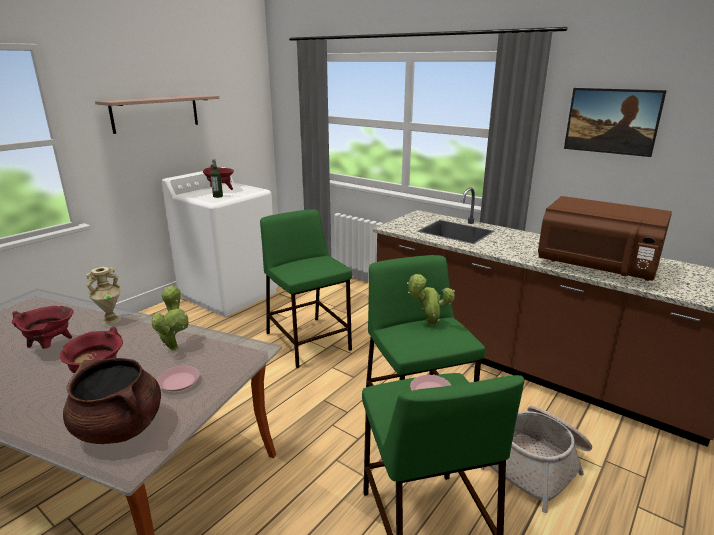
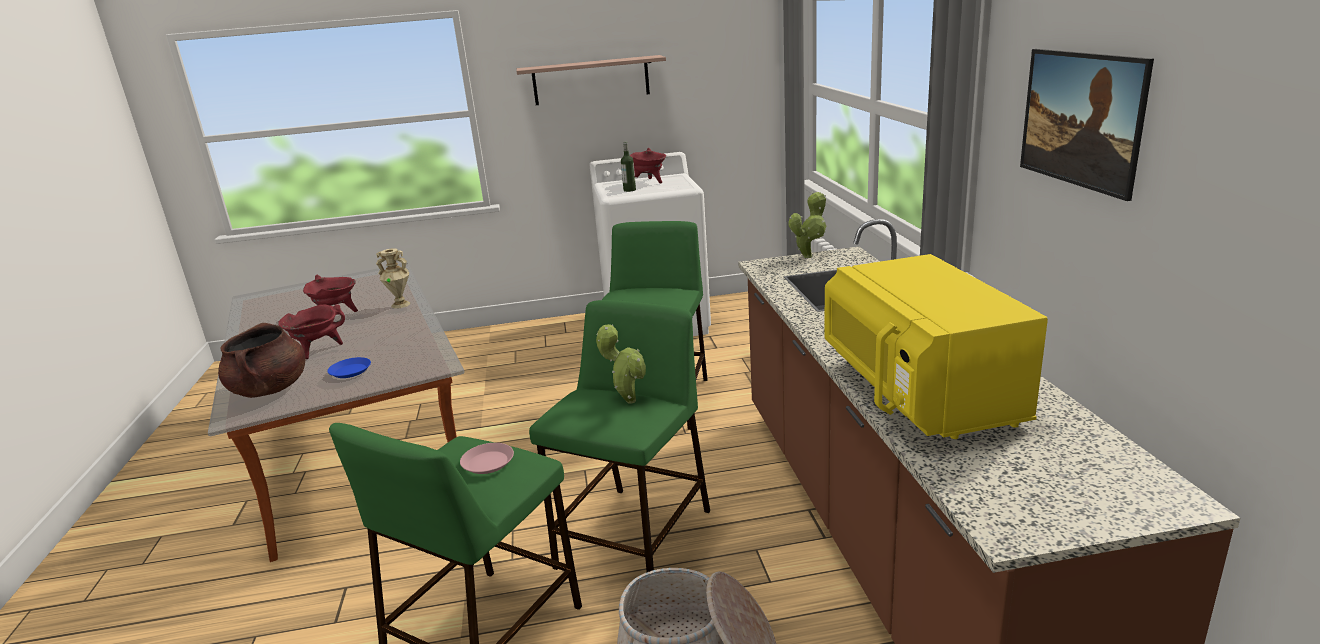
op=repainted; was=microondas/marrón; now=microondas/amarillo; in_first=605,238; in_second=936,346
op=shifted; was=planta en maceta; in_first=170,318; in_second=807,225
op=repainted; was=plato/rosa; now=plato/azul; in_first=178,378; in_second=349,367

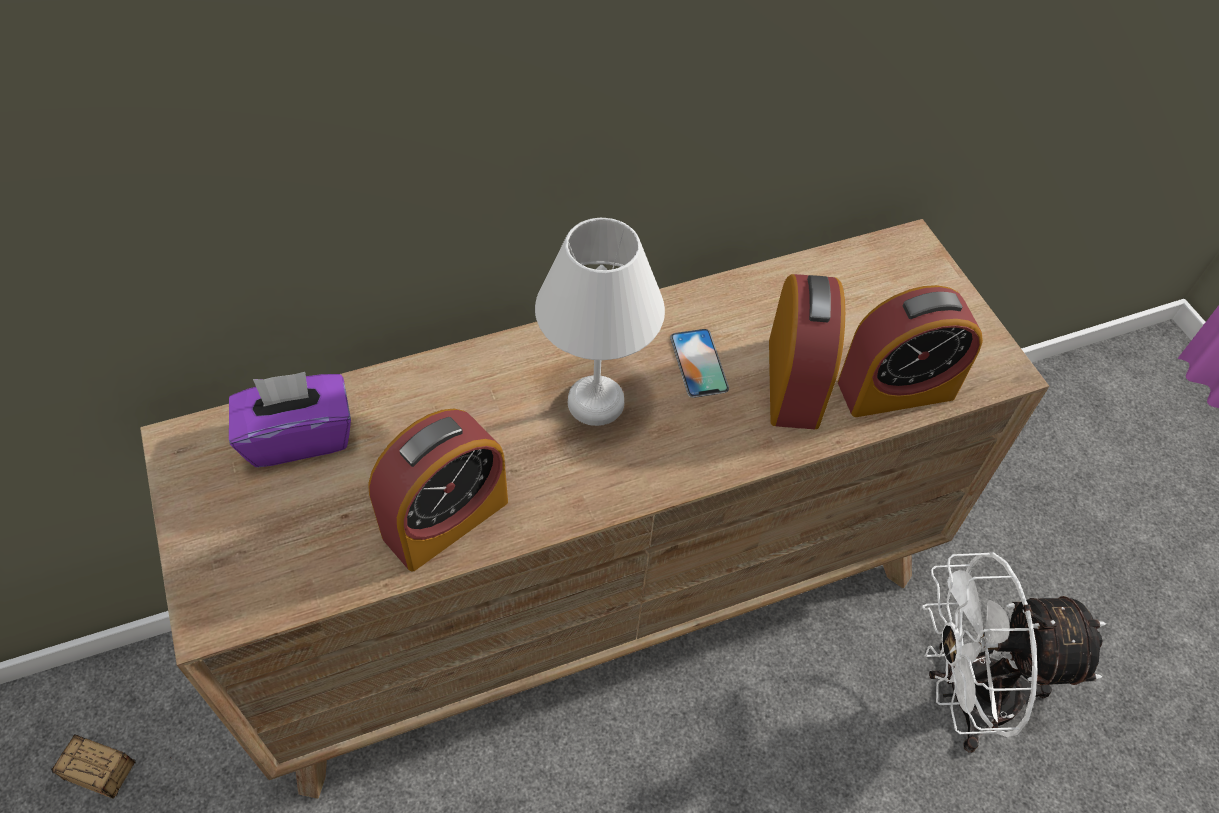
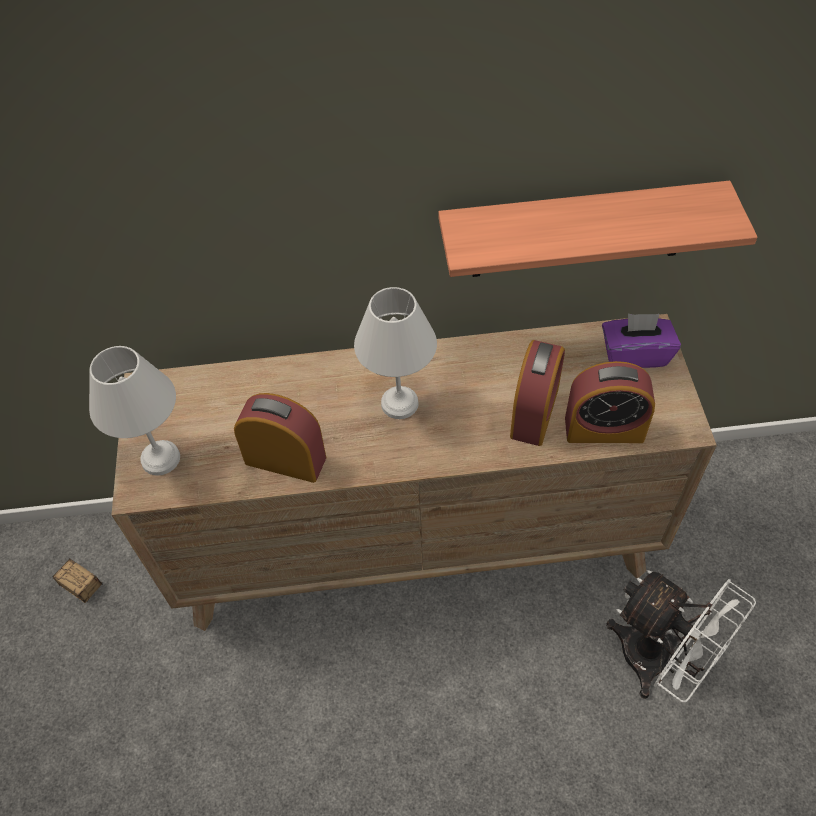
op=gone; was=móvil; in_first=699,363
op=shifted; was=caja de pañuelos/morado; in_first=290,419; in_second=641,341
op=rotated; was=despertador; in_first=438,490; in_second=280,438; clockwise=-135
op=rotated; was=ventilador/blanco; in_first=1014,652; in_second=681,636; clockwise=-150
op=new; now=estante; in_second=598,229
op=new; now=lámpara de mesa/blanco; in_second=134,410

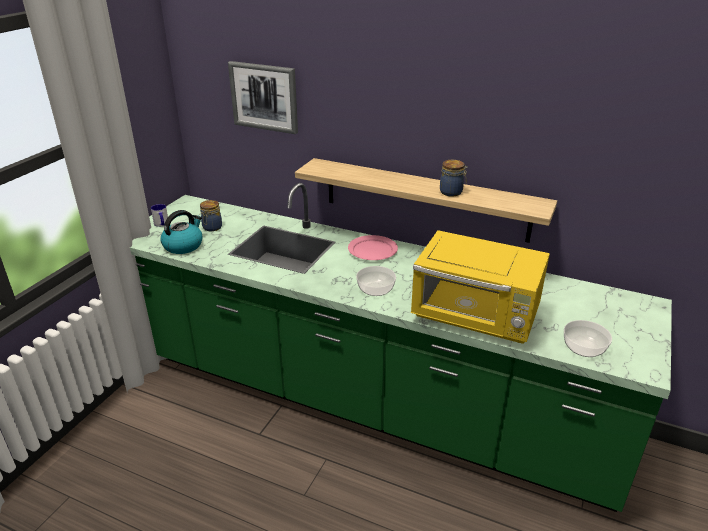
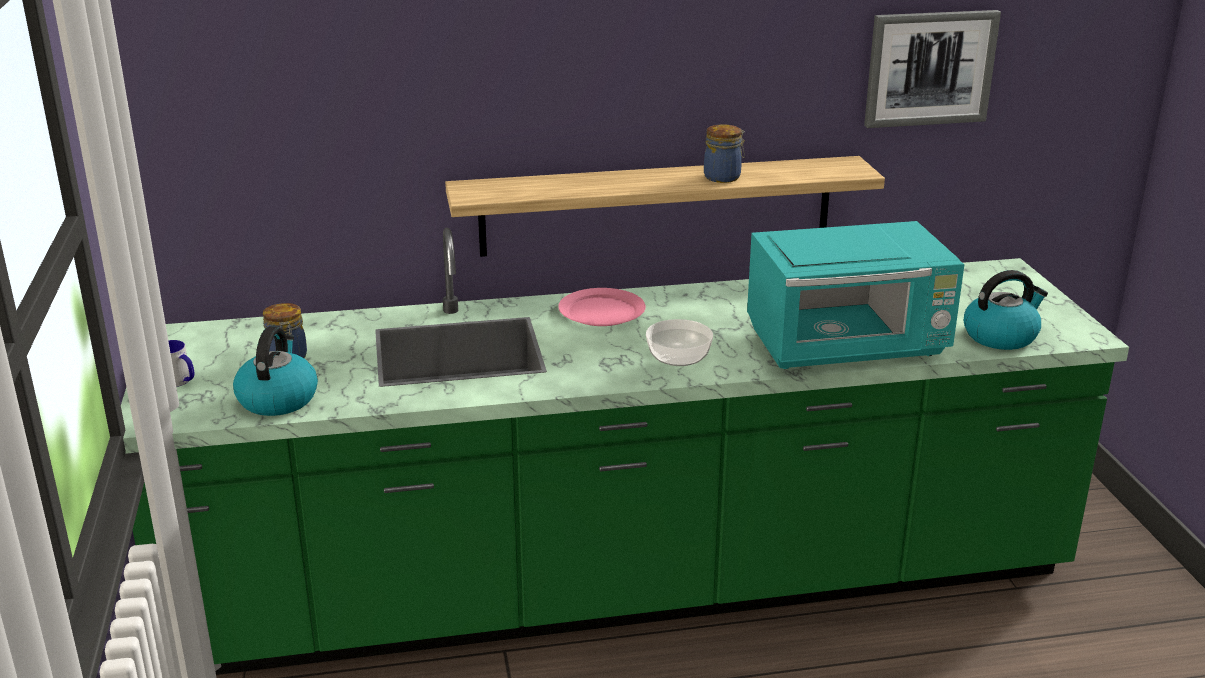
op=shifted; was=cuadro; in_first=263,97; in_second=932,69
op=repainted; was=microondas/amarillo; now=microondas/turquesa; in_first=480,287; in_second=856,295
op=swapped; was=cuenco; now=hervidor; in_first=588,338; in_second=1006,310

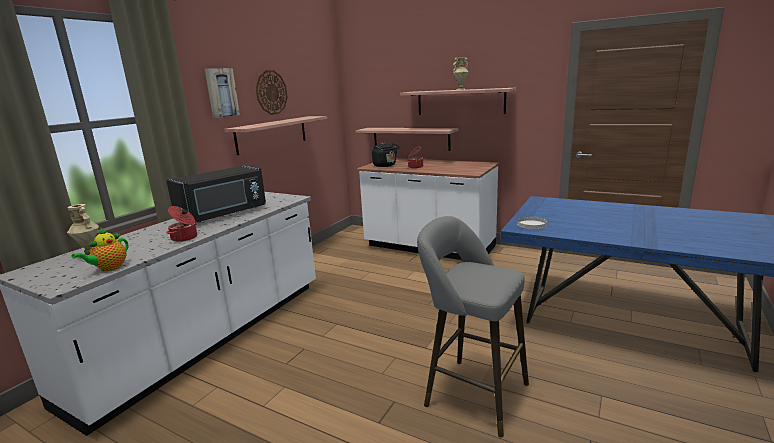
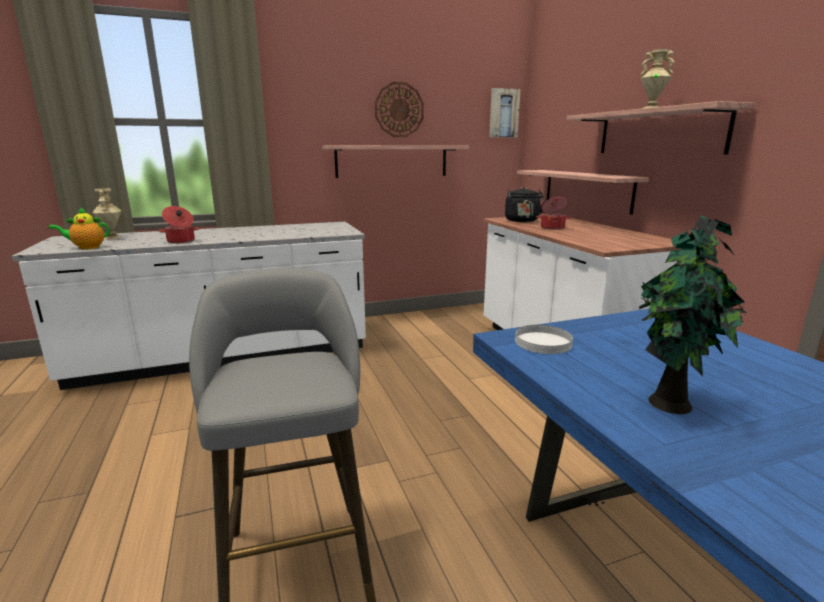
op=shifted; was=cuadro; in_first=222,93; in_second=505,112
op=gone; was=microondas/negro; in_first=216,194
op=new; now=planta en maceta; in_second=693,314

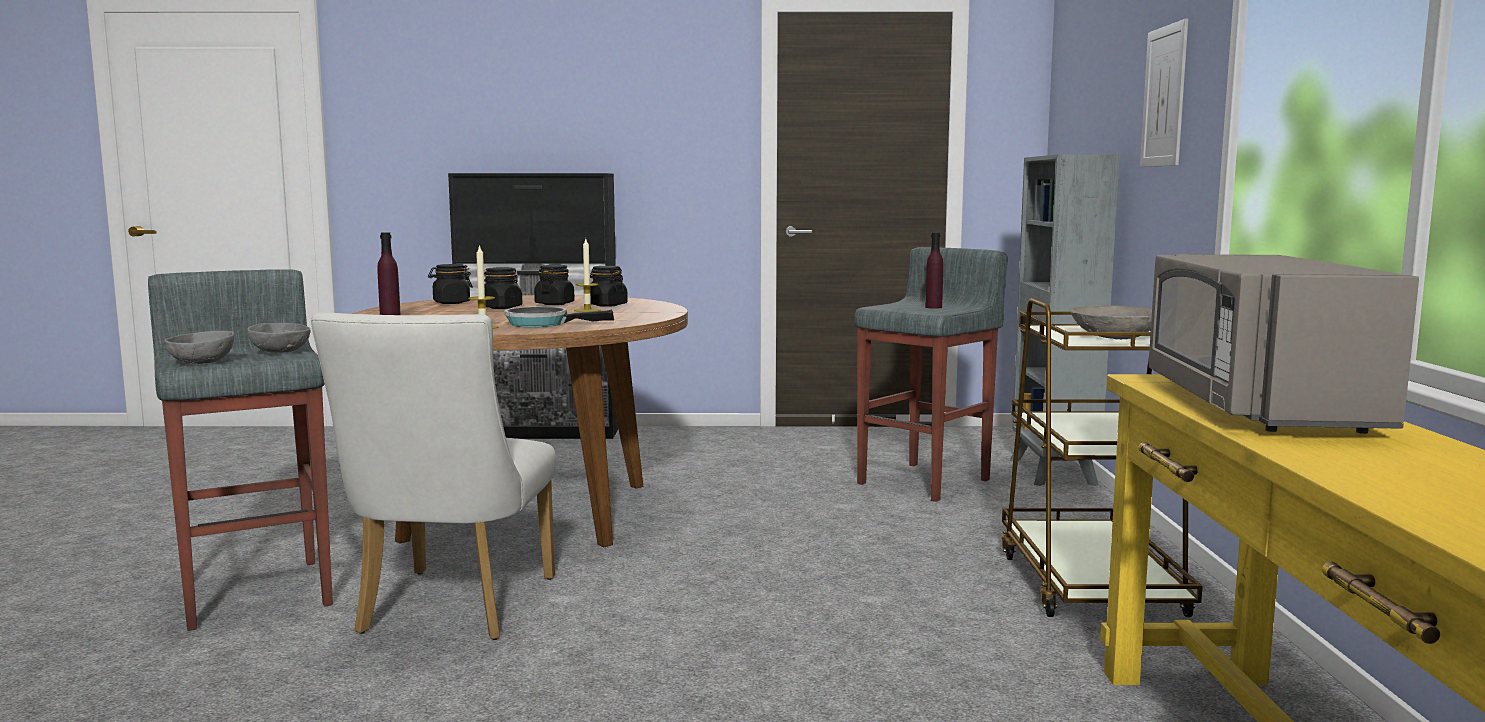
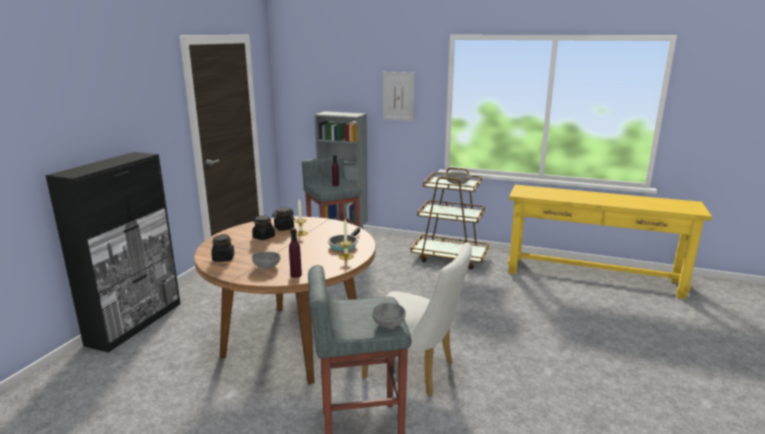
op=gone; was=microondas/gris; in_first=1284,344
op=gone; was=tarro/negro; in_first=503,288
op=shifted; was=cuenco/gris; in_first=279,338; in_second=266,260

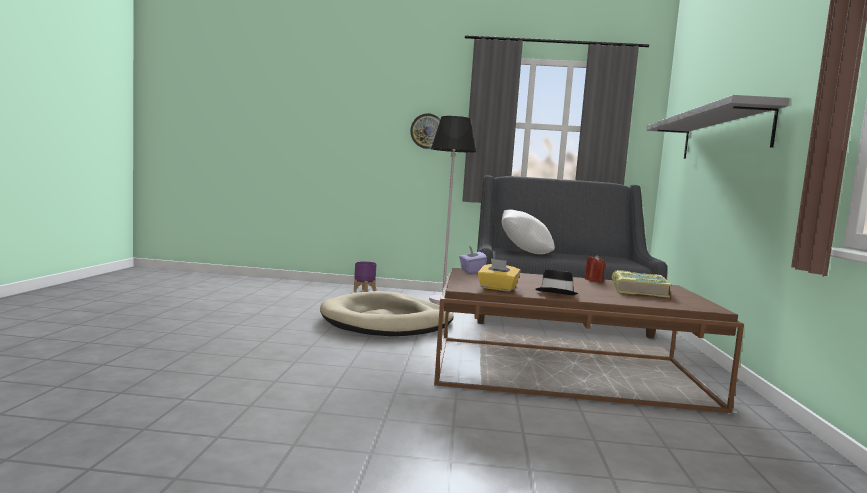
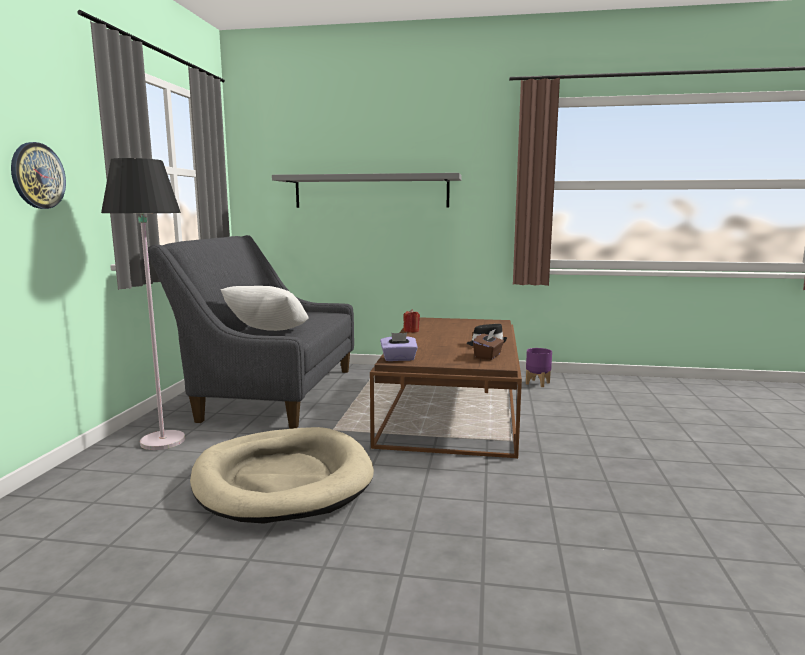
op=repainted; was=caja de pañuelos/amarillo; now=caja de pañuelos/marrón; in_first=499,275; in_second=488,345
op=shifted; was=maceta/morado; in_first=365,276; in_second=539,367
op=gone; was=libro; in_first=641,284

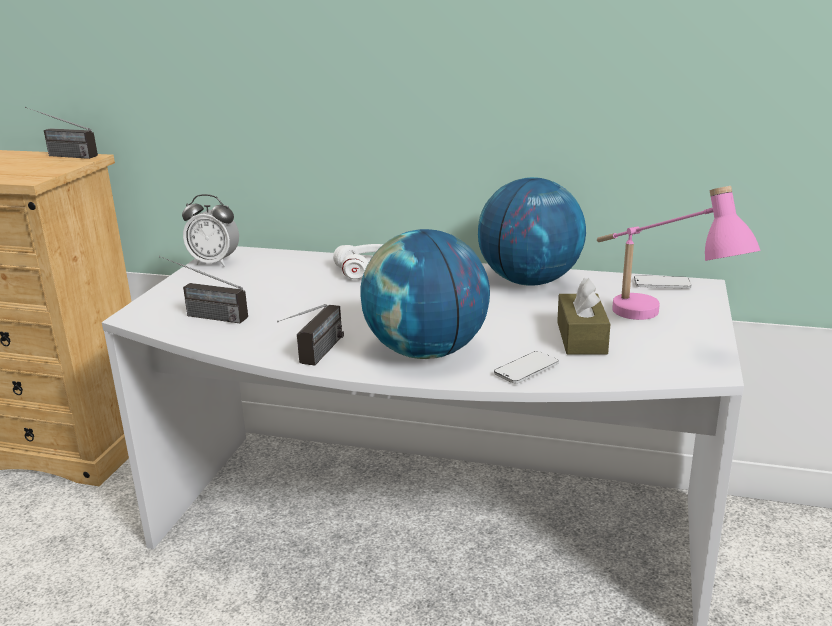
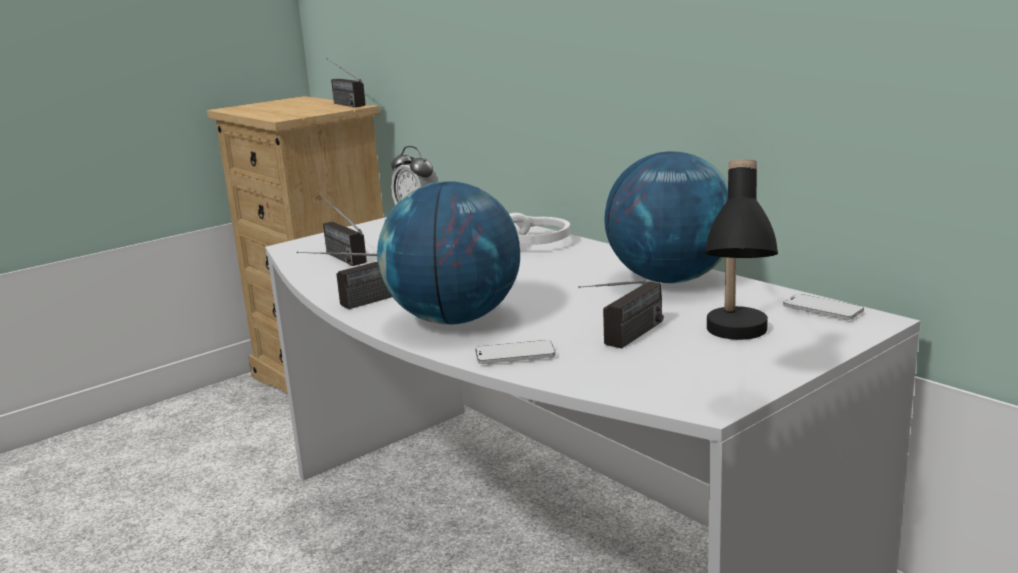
op=repainted; was=lámpara de mesa/rosa; now=lámpara de mesa/negro; in_first=679,253; in_second=741,249
op=swapped; was=caja de pañuelos/marrón; now=radio; in_first=583,316; in_second=621,314

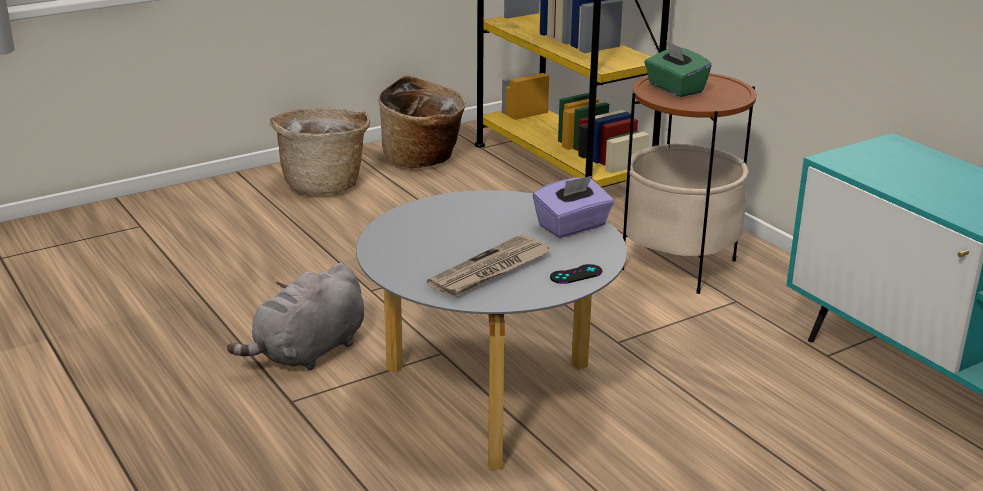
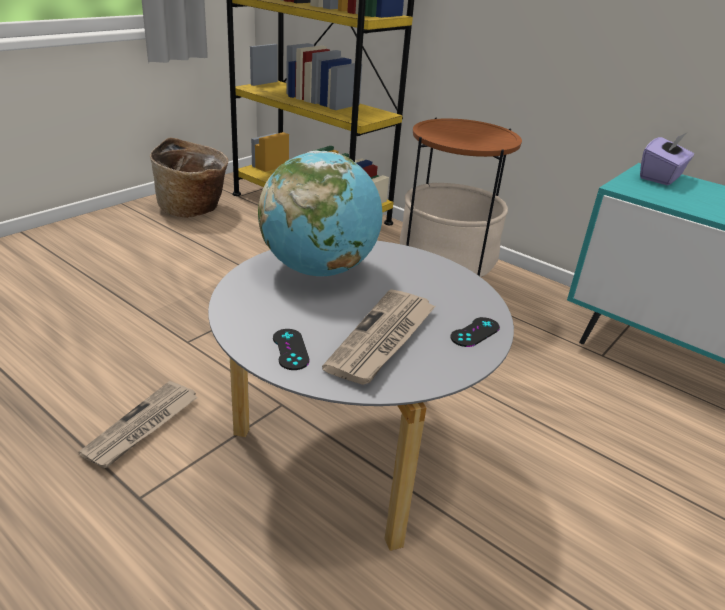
op=gone; was=caja de pañuelos/verde; in_first=678,68
op=gone; was=cesta; in_first=320,150
op=shifted; was=caja de pañuelos/morado; in_first=573,206; in_second=667,159
op=swapped; was=peluche/gris; now=periódico; in_first=295,316; in_second=138,424
op=new; now=globo terráqueo; in_second=320,214
op=new; now=mando de consola/negro; in_second=291,349

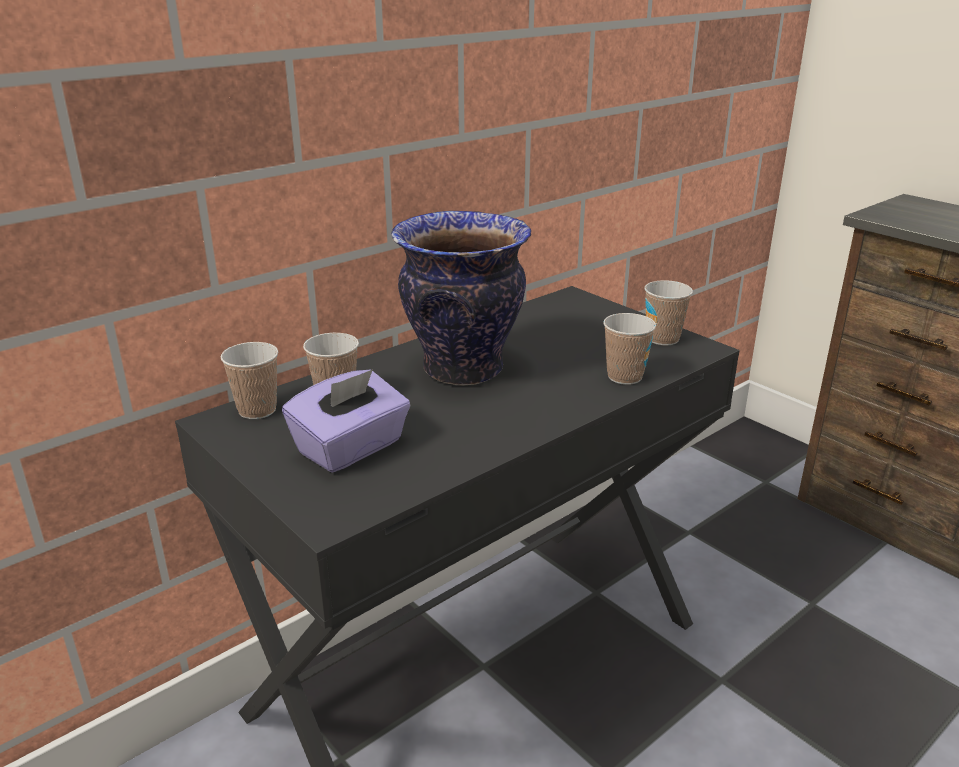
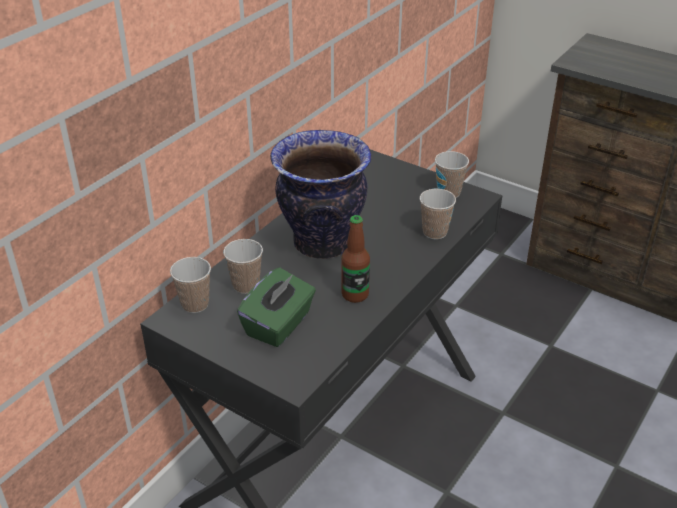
op=repainted; was=caja de pañuelos/morado; now=caja de pañuelos/verde; in_first=346,421; in_second=276,307
op=new; now=botella; in_second=355,259

